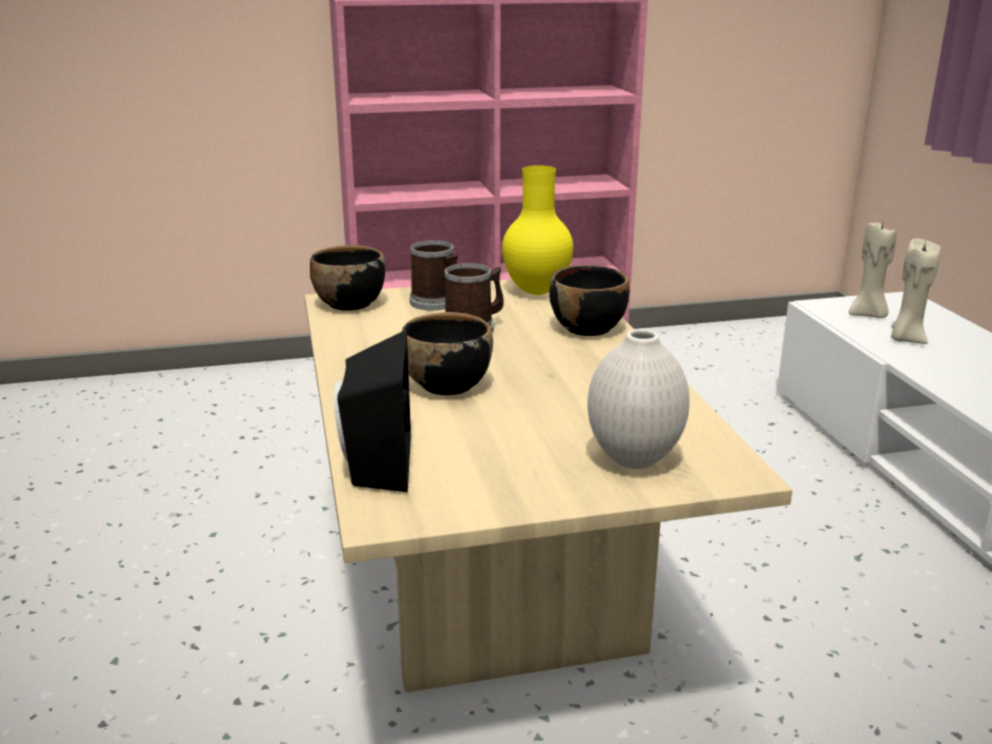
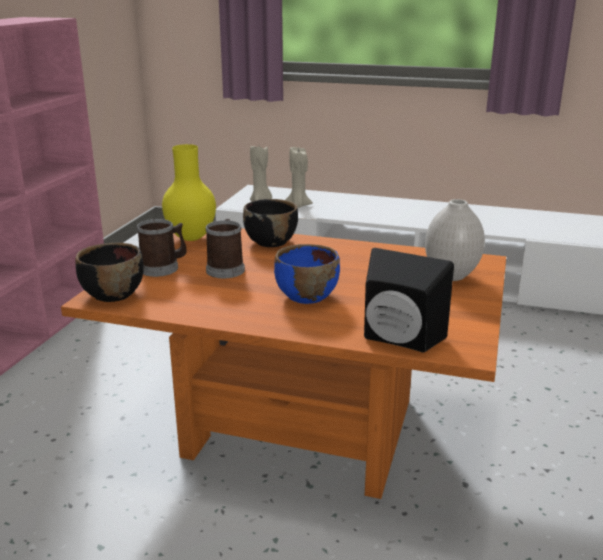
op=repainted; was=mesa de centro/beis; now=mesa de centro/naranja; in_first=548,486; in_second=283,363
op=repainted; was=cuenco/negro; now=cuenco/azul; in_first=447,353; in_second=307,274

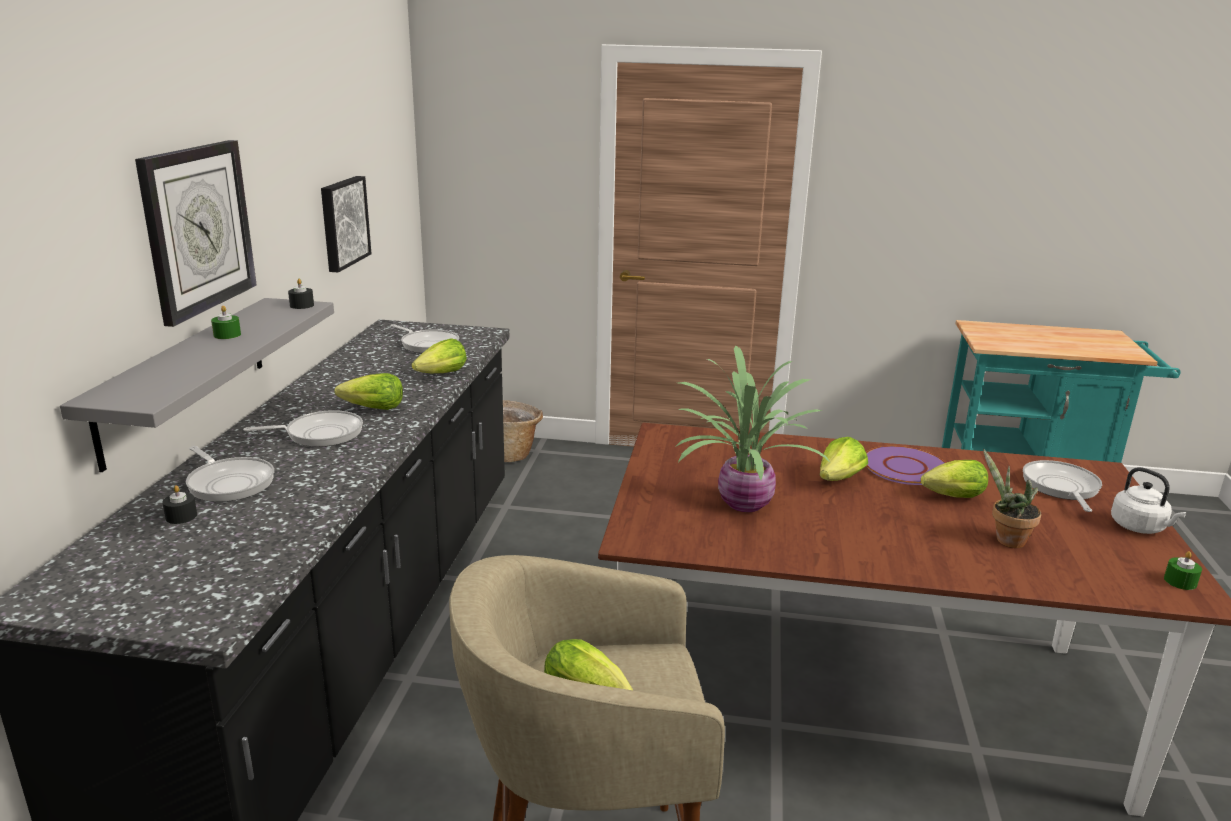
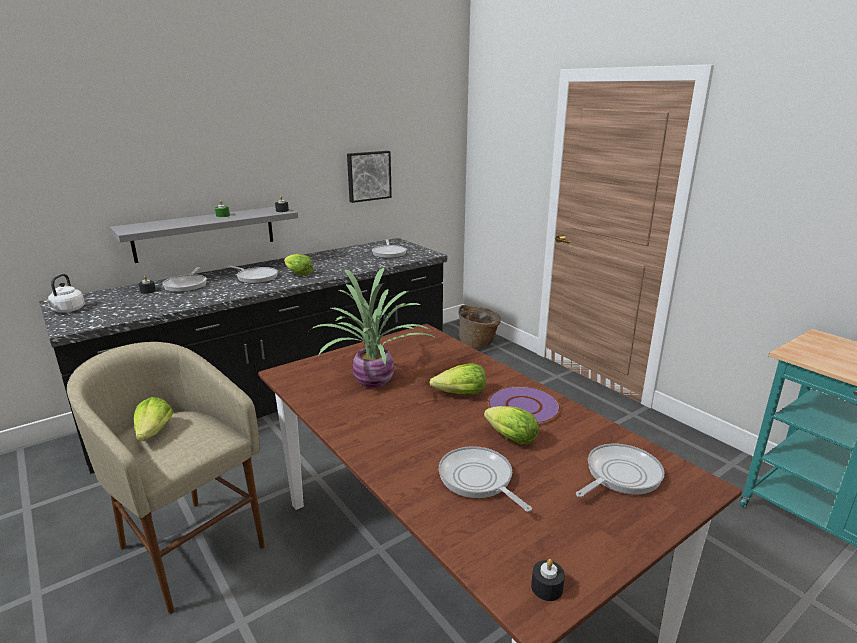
op=gone; was=reloj de pared; in_first=196,233
op=gone; was=lechuga; in_first=439,355
op=swapped; was=planta en maceta; now=sartén; in_first=1012,498; in_second=485,479
op=shifted; was=hervidor/blanco; in_first=1149,500; in_second=64,293
op=repainted; was=vela/verde; now=vela/negro; in_first=1183,570; in_second=548,580

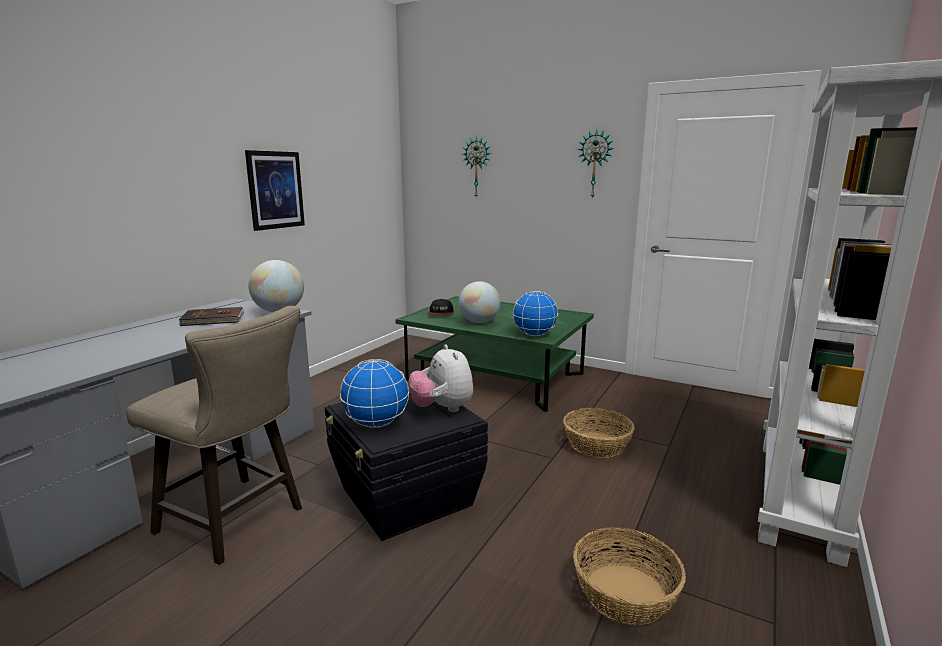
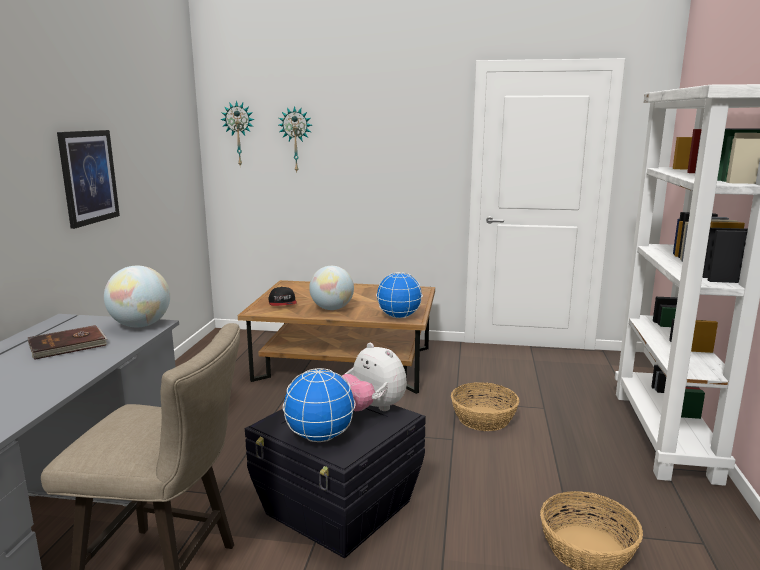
op=shifted; was=reloj de pared; in_first=595,164; in_second=237,133
op=repainted; was=mesa de centro/verde; now=mesa de centro/marrón; in_first=494,354; in_second=336,337

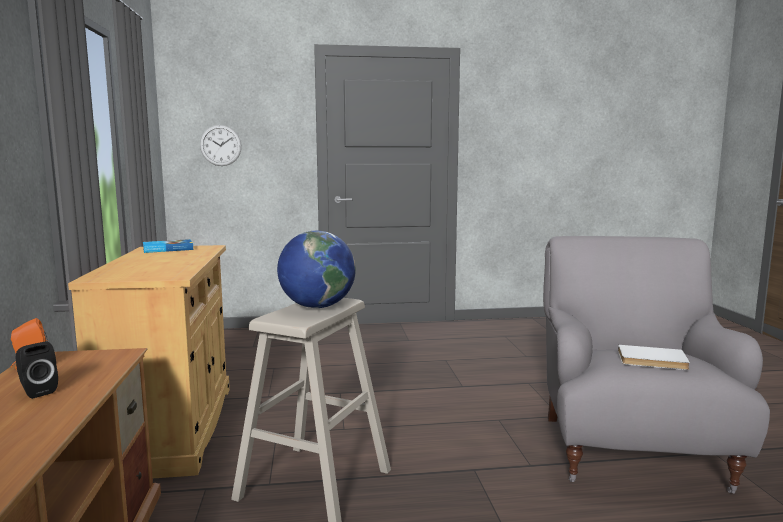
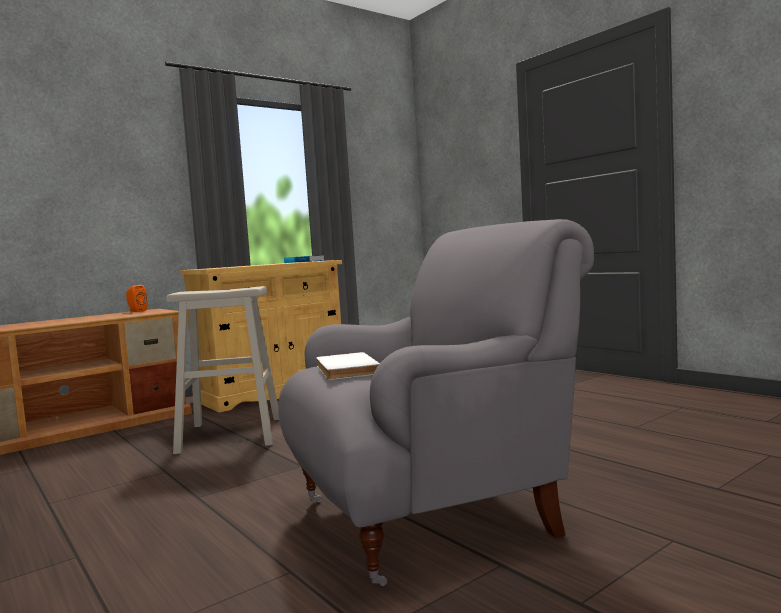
op=gone; was=reloj de pared; in_first=221,145
op=gone; was=globo terráqueo; in_first=316,269
op=gone; was=altavoz/negro; in_first=36,370

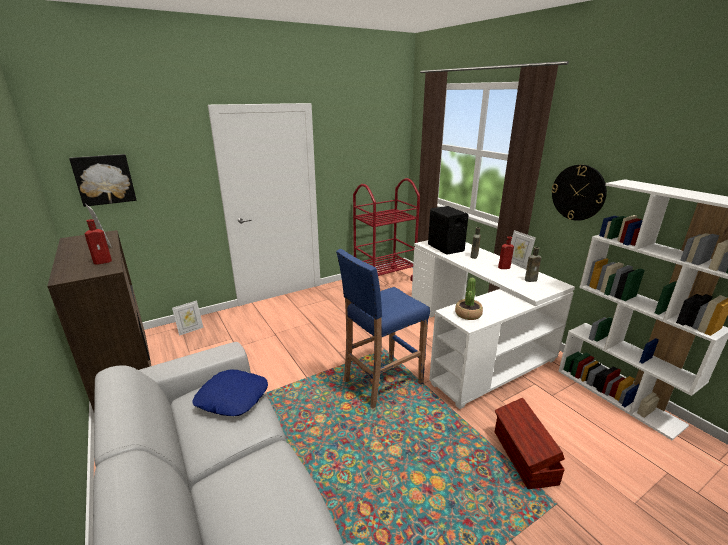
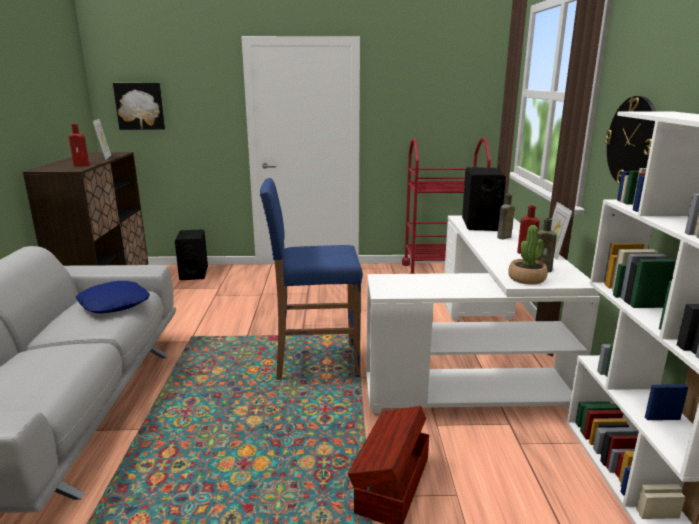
op=shifted; was=planta en maceta; in_first=469,299; in_second=528,255
op=swapped; was=portarretratos; now=altavoz/negro; in_first=187,318; in_second=191,254

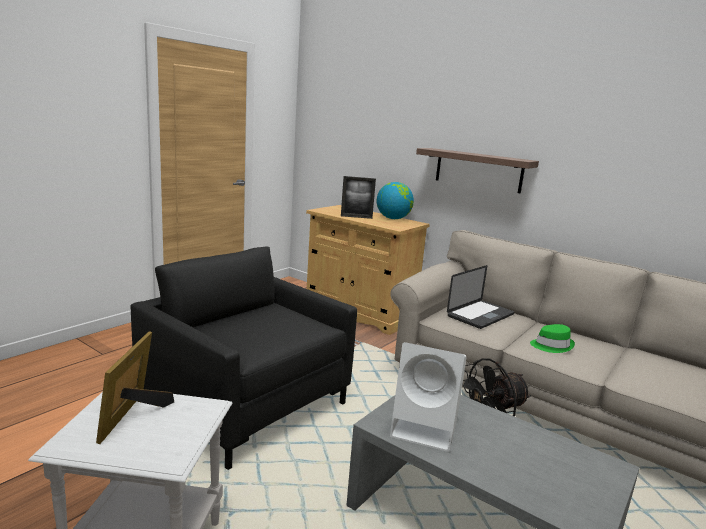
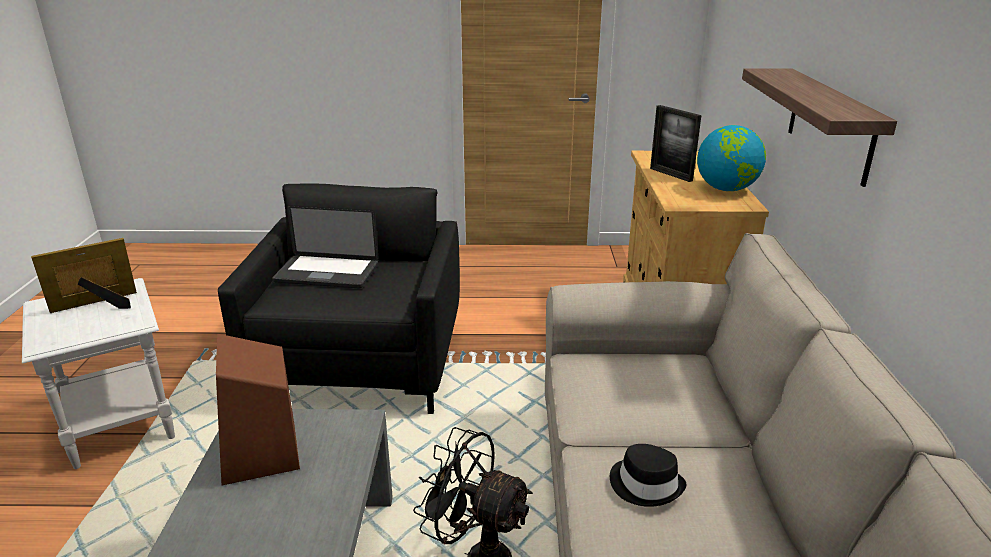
op=shifted; was=portátil; in_first=480,297; in_second=325,246
op=repainted; was=sombrero/verde; now=sombrero/negro; in_first=552,338; in_second=648,475
op=repainted; was=altavoz/blanco; now=altavoz/marrón; in_first=428,397; in_second=258,409

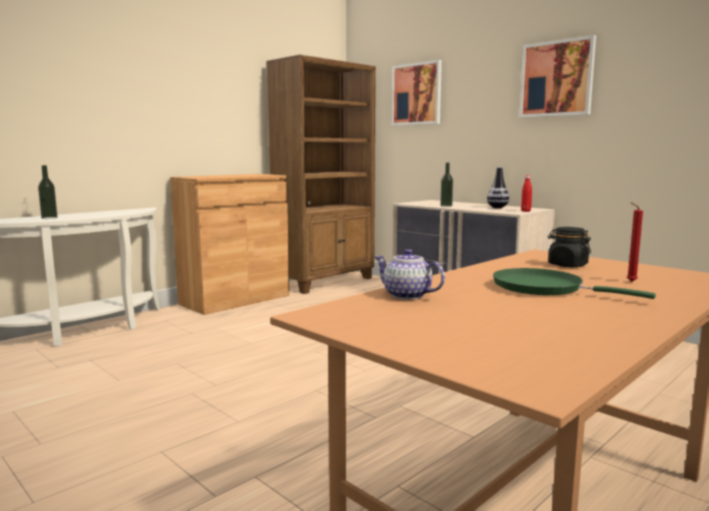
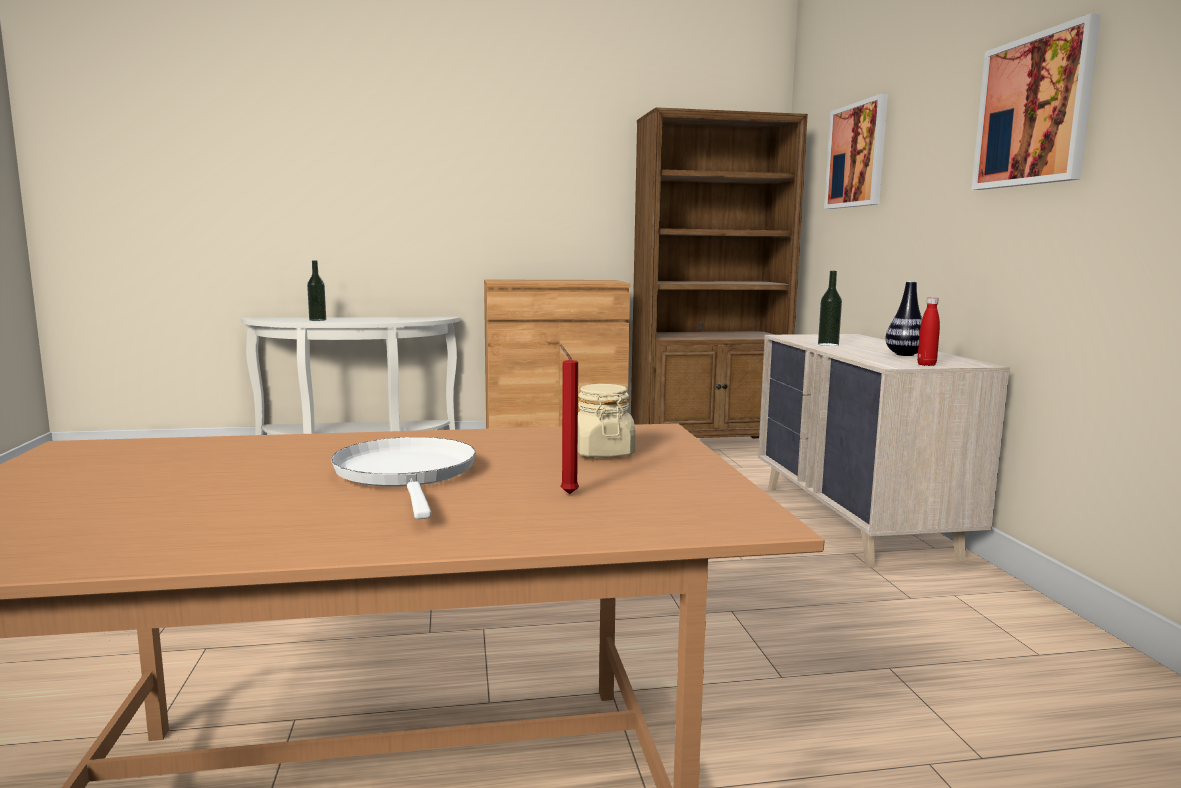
op=repainted; was=tarro/negro; now=tarro/beis; in_first=569,247; in_second=607,421
op=gone; was=tetera; in_first=410,274
op=repainted; was=sartén/verde; now=sartén/blanco; in_first=574,283; in_second=403,478

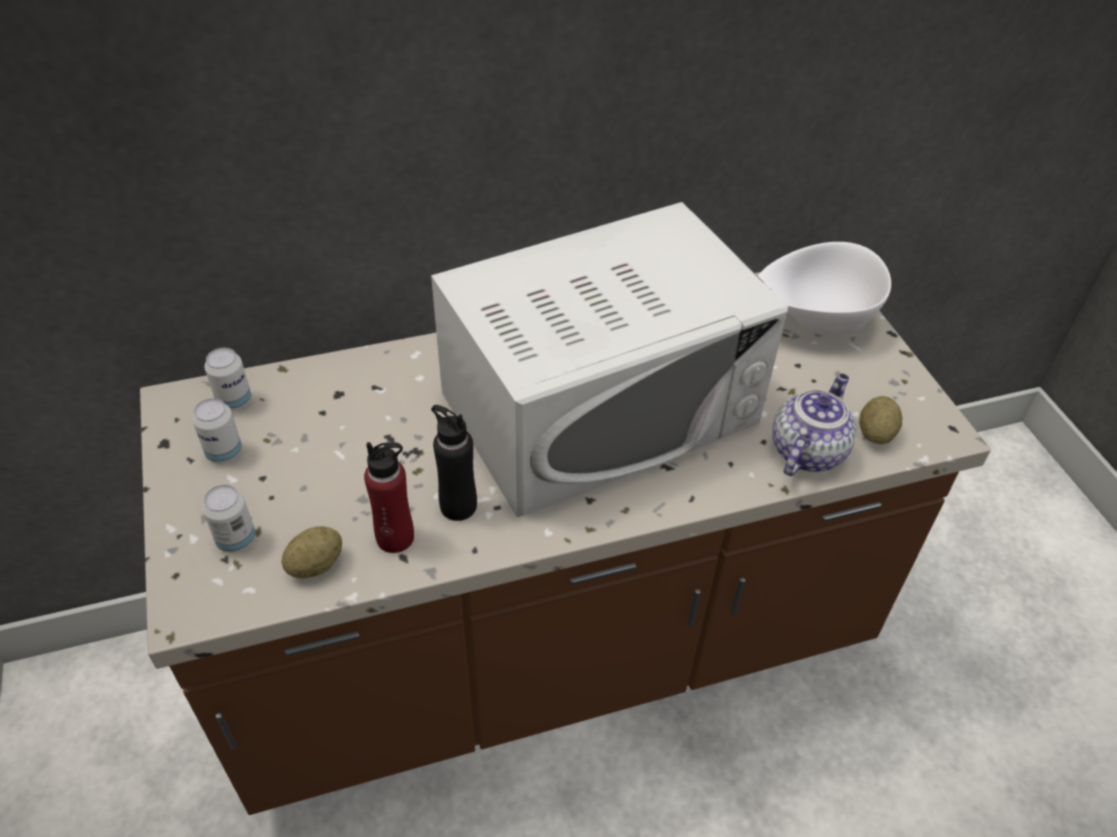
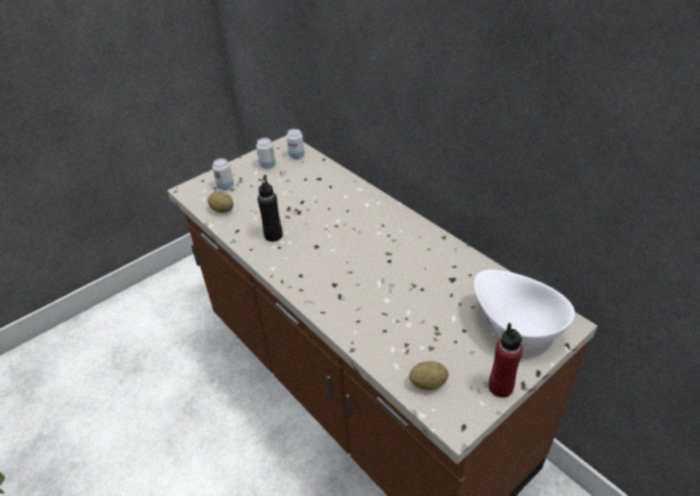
op=gone; was=microondas/blanco; in_first=609,359
op=gone; was=tetera; in_first=814,424
op=shifted; was=botella/rojo; in_first=389,497; in_second=506,360

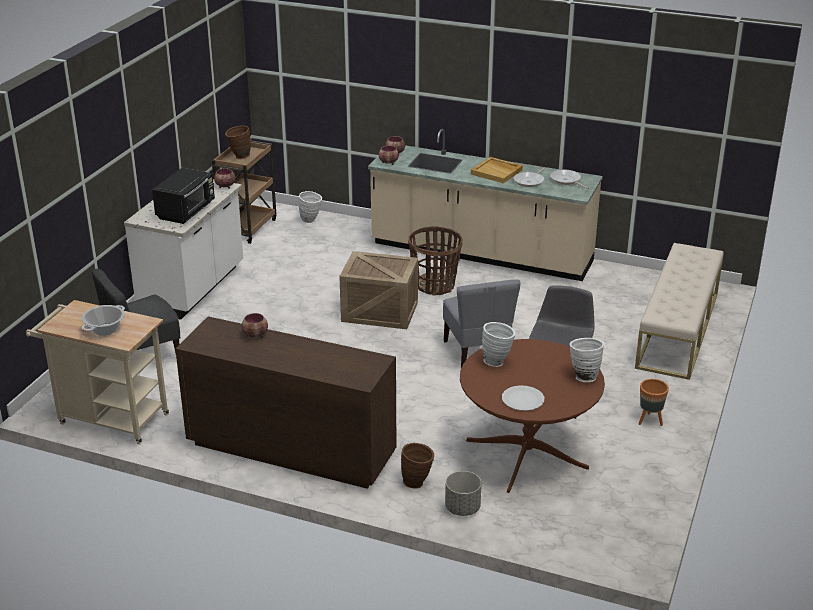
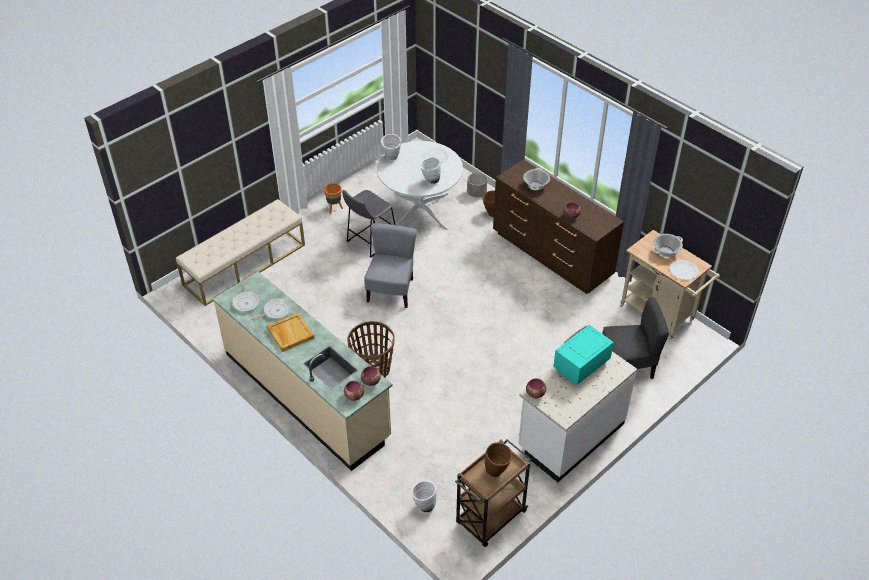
op=repainted; was=microondas/negro; now=microondas/turquesa; in_first=183,196; in_second=583,354
op=gone; was=caja de embalaje; in_first=378,290
op=repainted; was=mesa de comedor/marrón; now=mesa de comedor/blanco; in_first=532,416; in_second=420,185
op=new; now=olla; in_second=536,179
op=new; now=plato/blanco; in_second=684,270

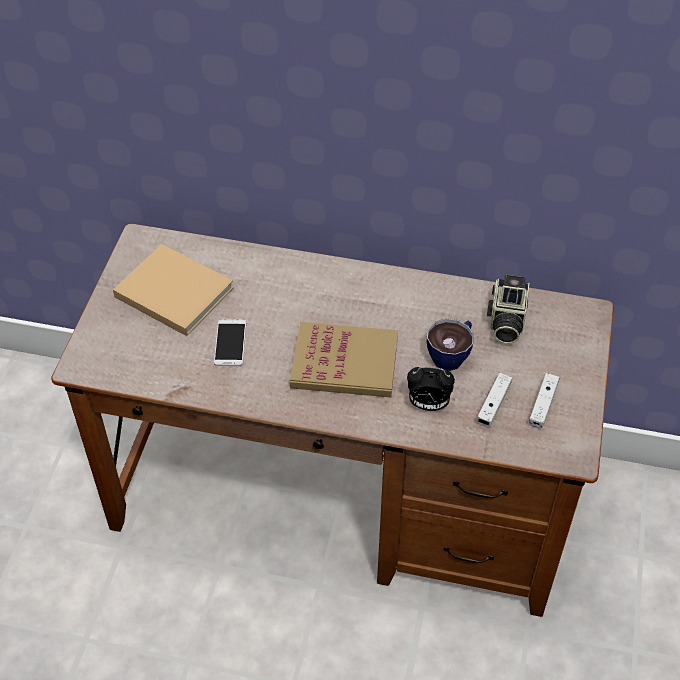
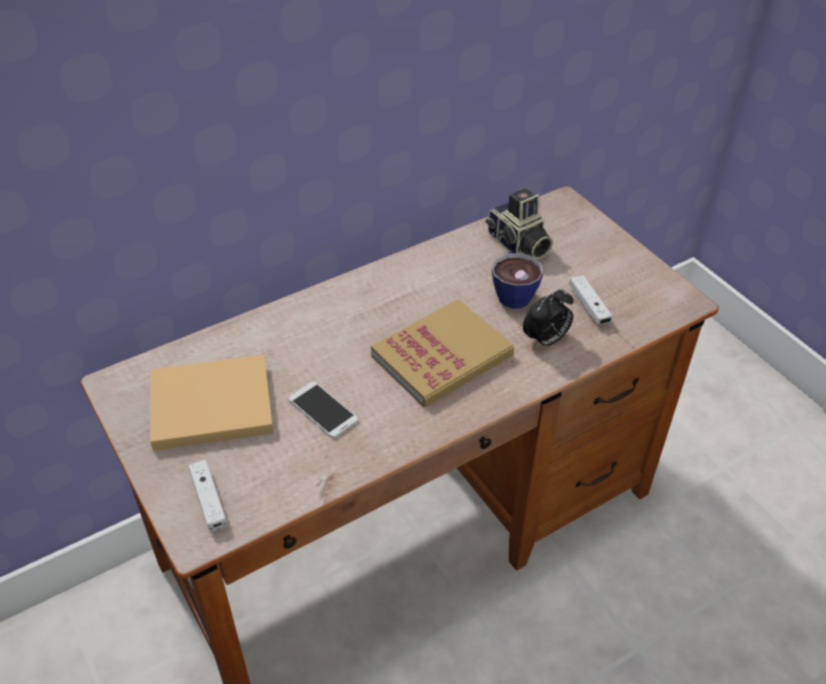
op=shifted; was=mando de consola/blanco; in_first=544,401; in_second=207,495

